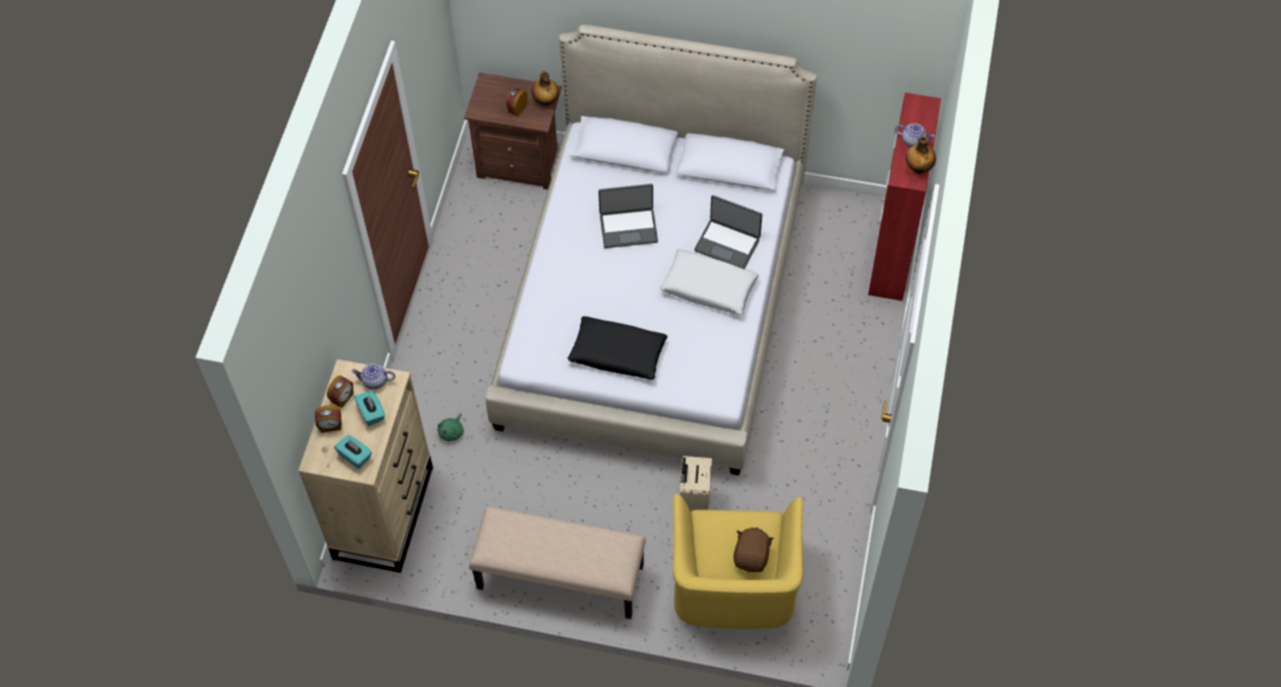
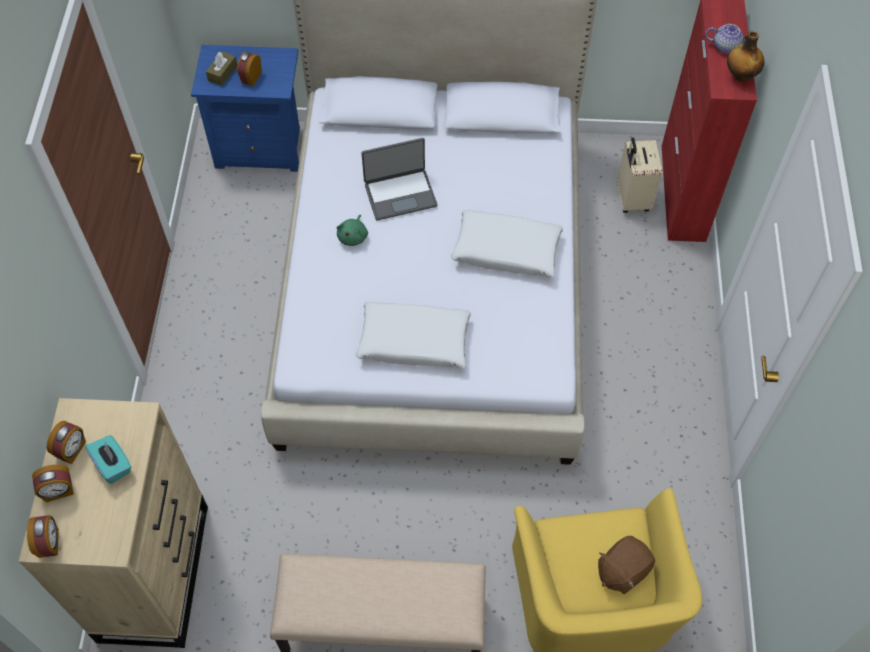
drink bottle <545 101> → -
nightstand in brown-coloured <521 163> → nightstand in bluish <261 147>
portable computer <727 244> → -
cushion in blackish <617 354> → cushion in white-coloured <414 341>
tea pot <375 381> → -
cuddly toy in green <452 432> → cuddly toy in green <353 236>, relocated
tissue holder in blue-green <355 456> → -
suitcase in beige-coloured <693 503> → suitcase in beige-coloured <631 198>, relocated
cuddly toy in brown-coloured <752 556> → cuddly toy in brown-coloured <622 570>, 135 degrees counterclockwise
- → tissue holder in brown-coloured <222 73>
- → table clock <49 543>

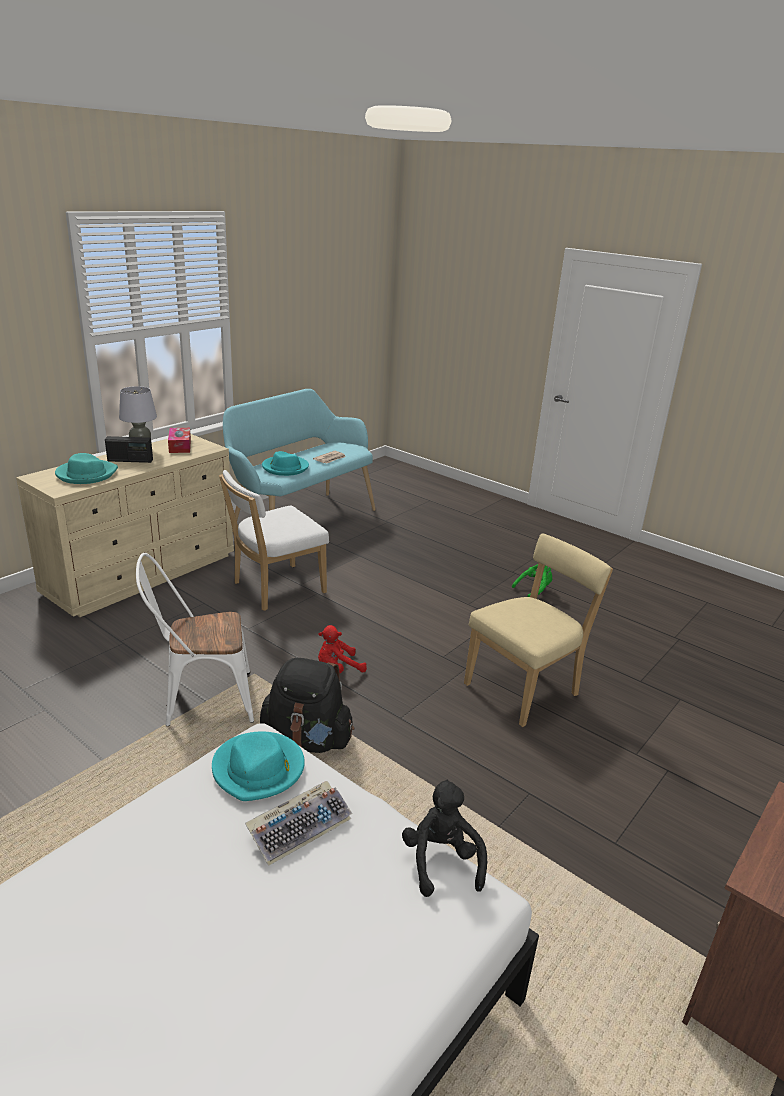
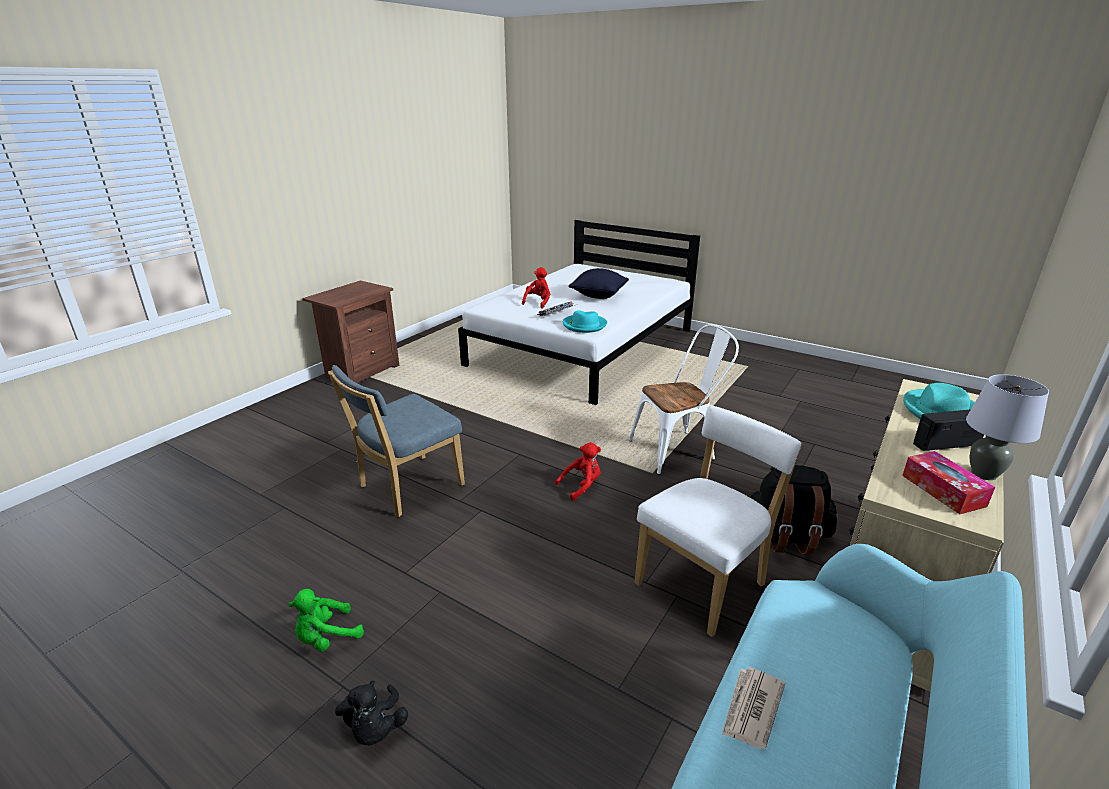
wearable hat in blue-green <285 468> → -
chair in beige-coloured <525 688> → chair in bluish <407 487>
rucksack in blackish <307 740> → rucksack in blackish <786 537>, relocated
cuddly toy in blackish <441 861> → cuddly toy in blackish <374 729>, relocated
- → cuddly toy in red-coloured <538 302>
- → cushion in blackish <598 296>

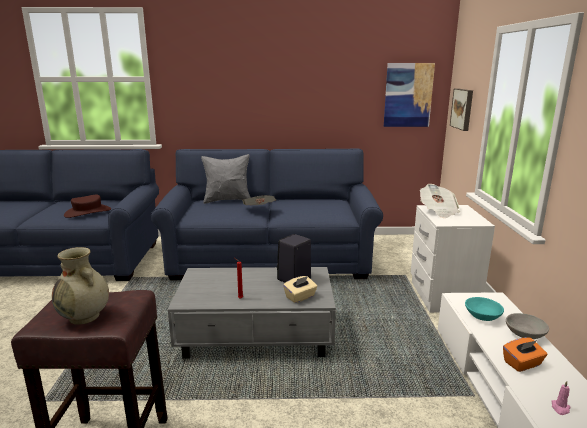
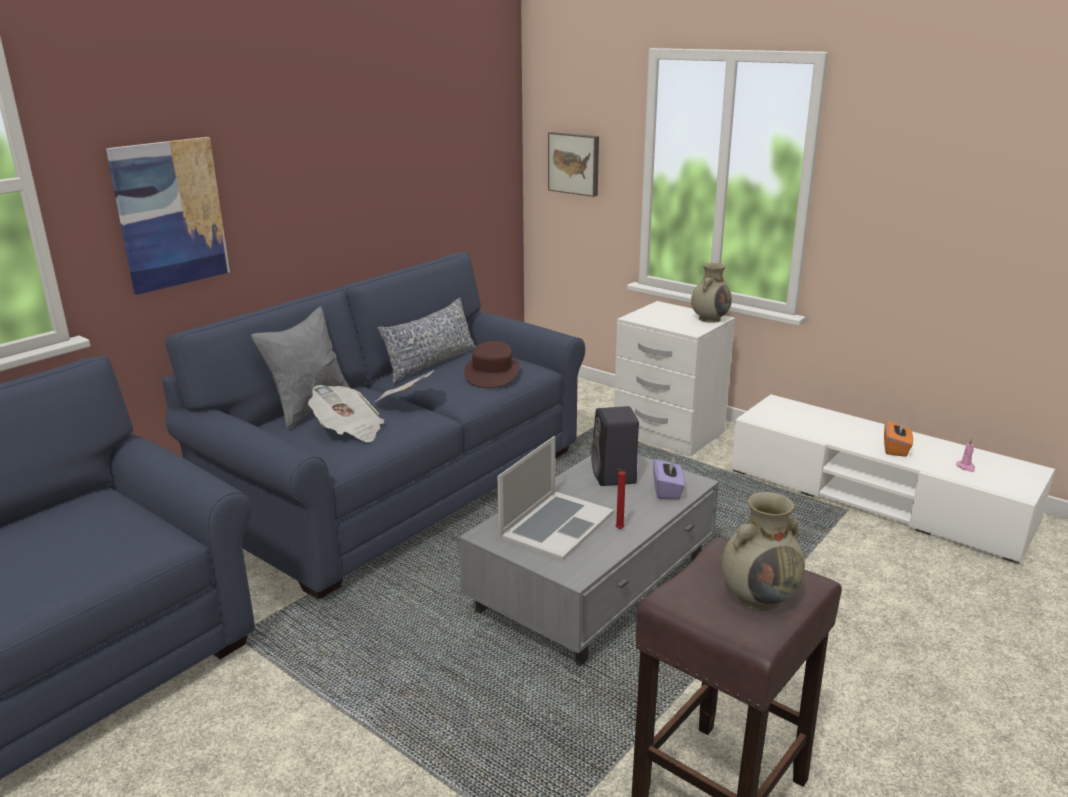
wall art <408 95> → wall art <170 214>, relocated
printed paper <438 211> → printed paper <349 430>, relocated
wearable hat in brown-coloured <88 212> → wearable hat in brown-coloured <492 373>, relocated
tissue holder in beige-coloured <300 297> → tissue holder in purple-coloured <667 490>
bowl in blue-green <482 317> → -
bowl in greyish <524 334> → -
- → decorative vase in beige-coloured <710 318>
- → cushion <430 363>
- → portable computer <556 525>

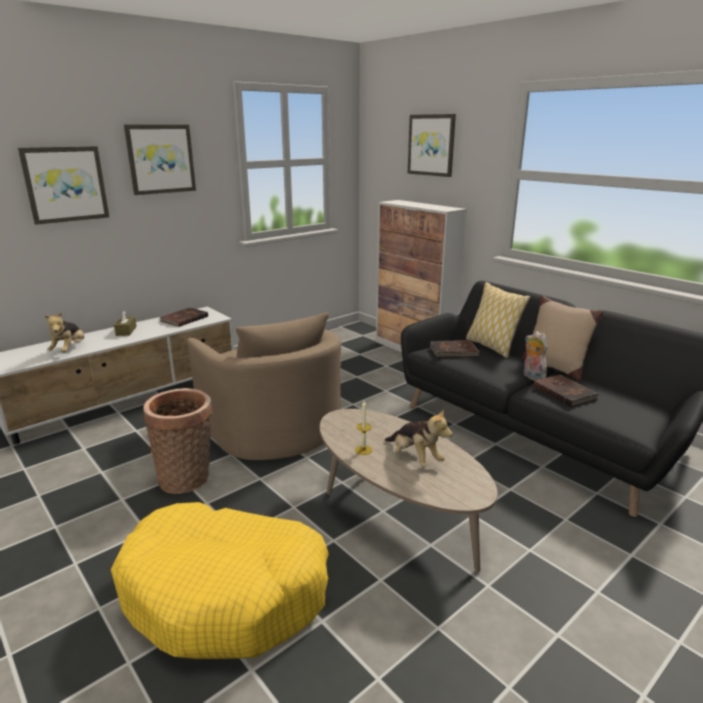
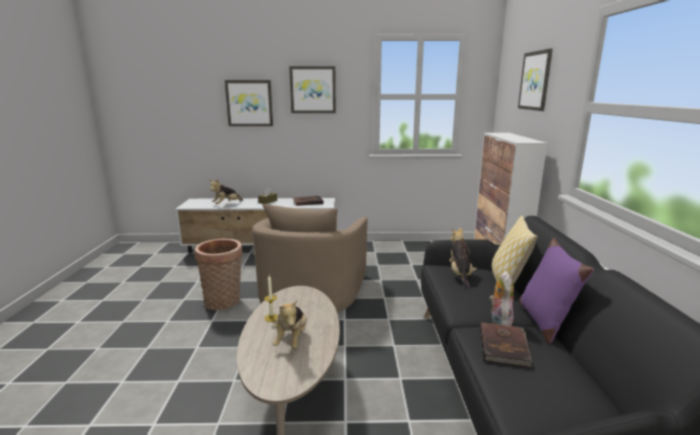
cushion in beige-coloured <554 367> → cushion in purple-coloured <544 321>
book in brown-coloured <454 351> → cuddly toy <460 274>
dog cushion in yellowish <226 593> → -

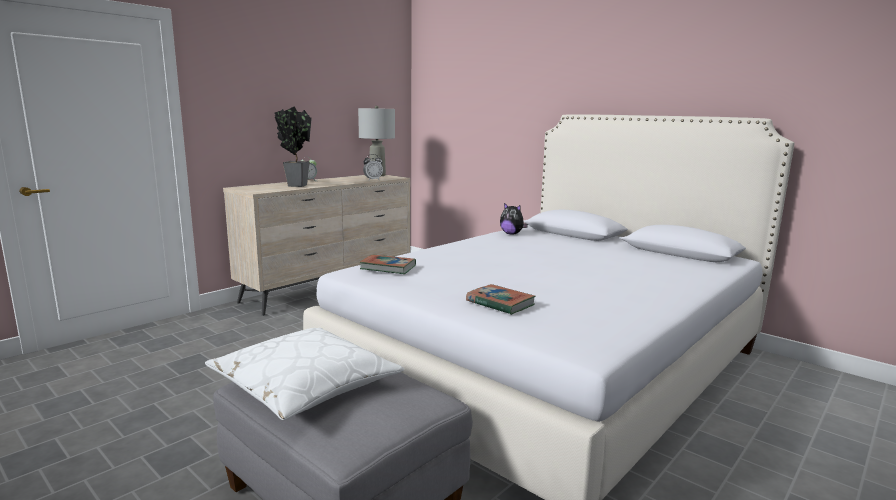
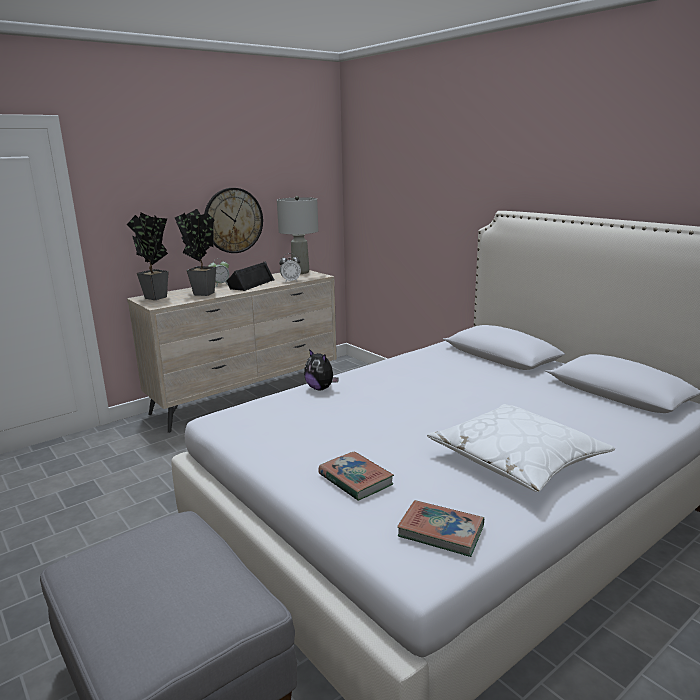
cuddly toy <512 234> → cuddly toy <321 388>, relocated
book <388 268> → book <441 532>, relocated
cushion in white-coloured <305 386> → cushion in white-coloured <517 459>, relocated
- → wall clock <233 220>
- → plant in a pot <156 298>
- → speaker in blackish <250 284>

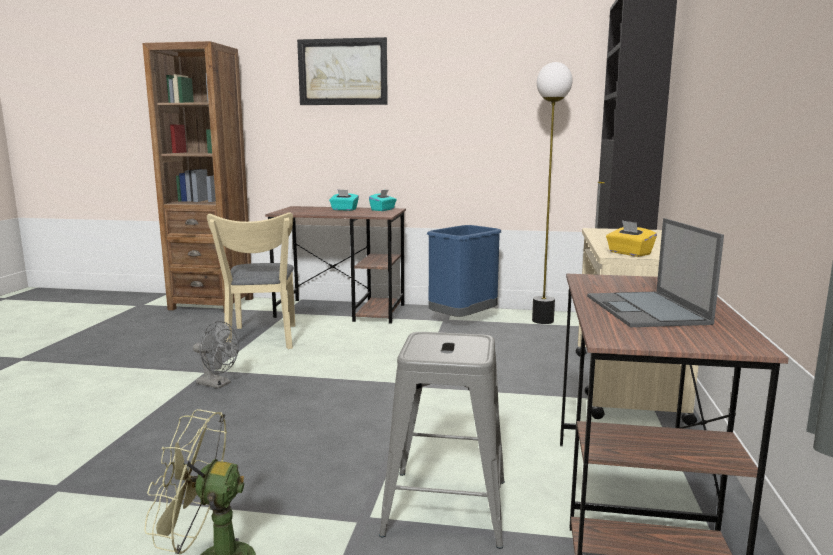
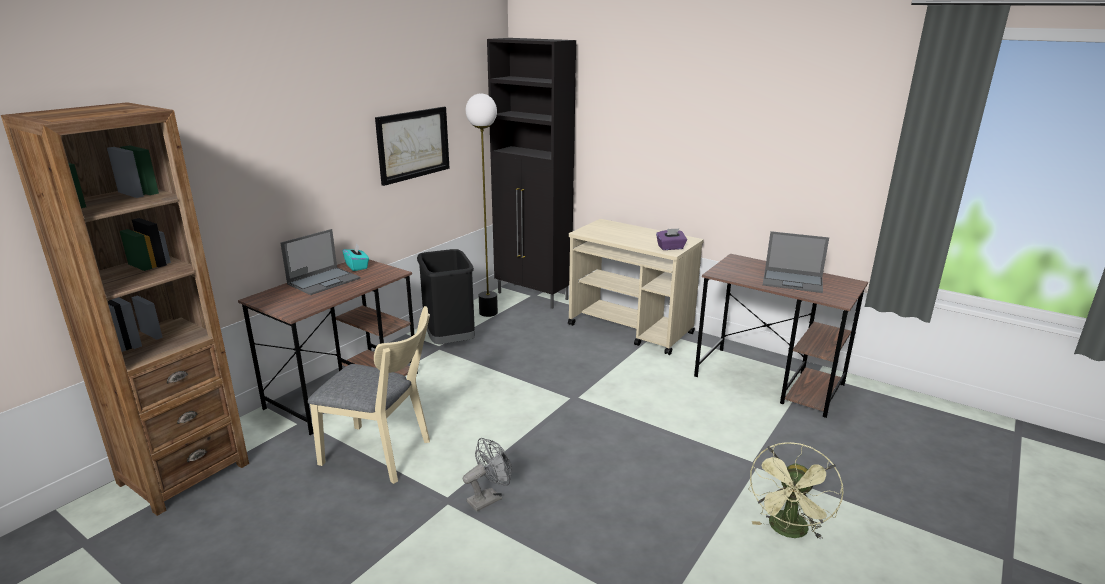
wall art <343 72> → wall art <413 144>, relocated
tissue holder in blue-green <344 209> → portable computer <324 281>
tissue holder in yellowish <629 253> → tissue holder in purple-coloured <670 248>
waste bin in bluish <462 320> → waste bin in blackish <449 341>
stool in greyish <446 507> → -

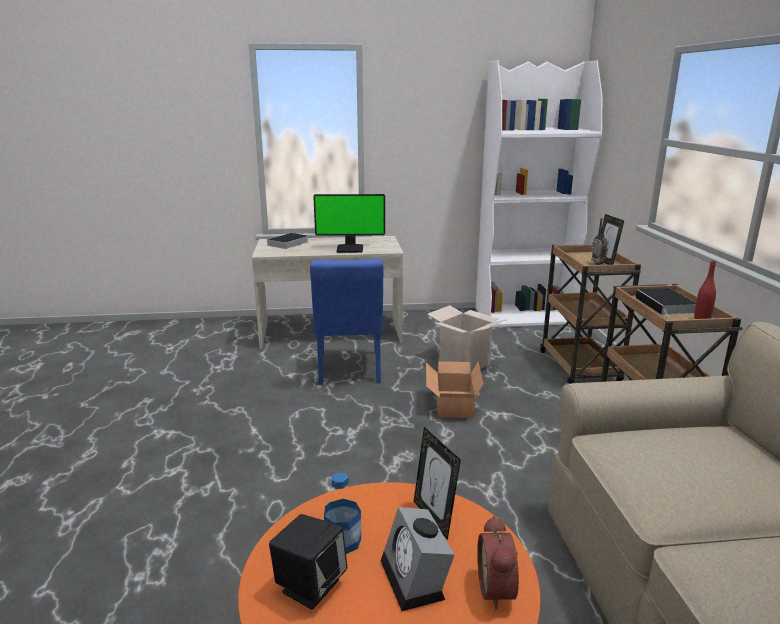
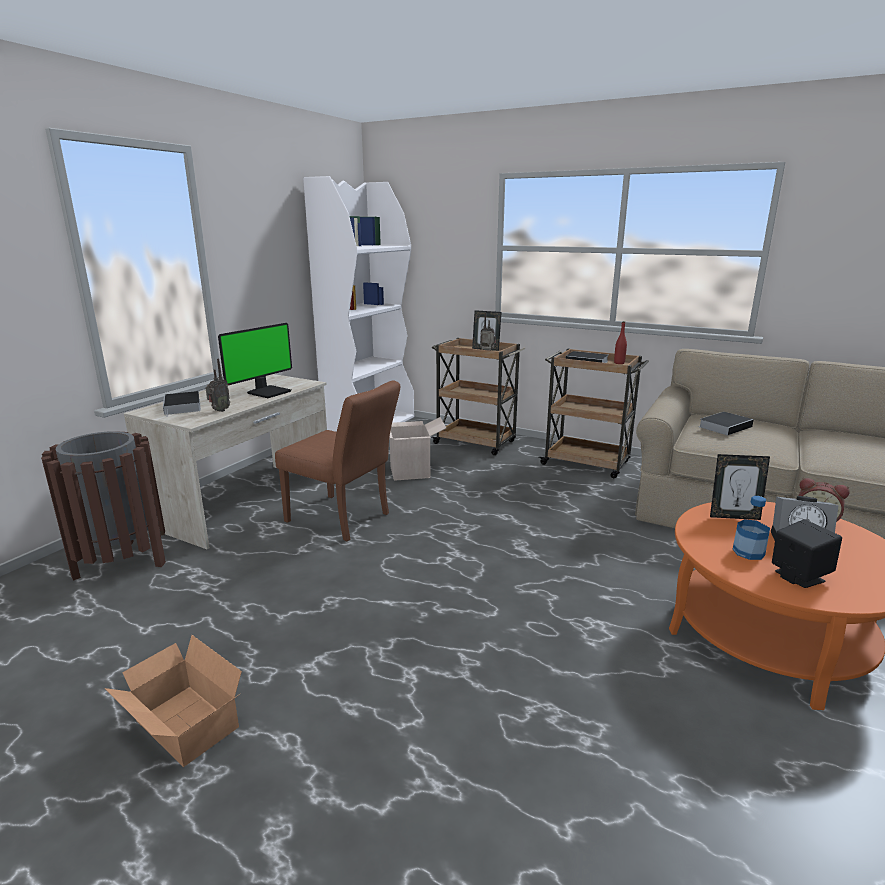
chair in bluish <349 371> → chair in brown-coloured <344 519>
carton <452 404> → carton <184 727>, relocated
- → radio <219 411>
- → book <725 426>
- → waste bin in brown-coloured <122 562>

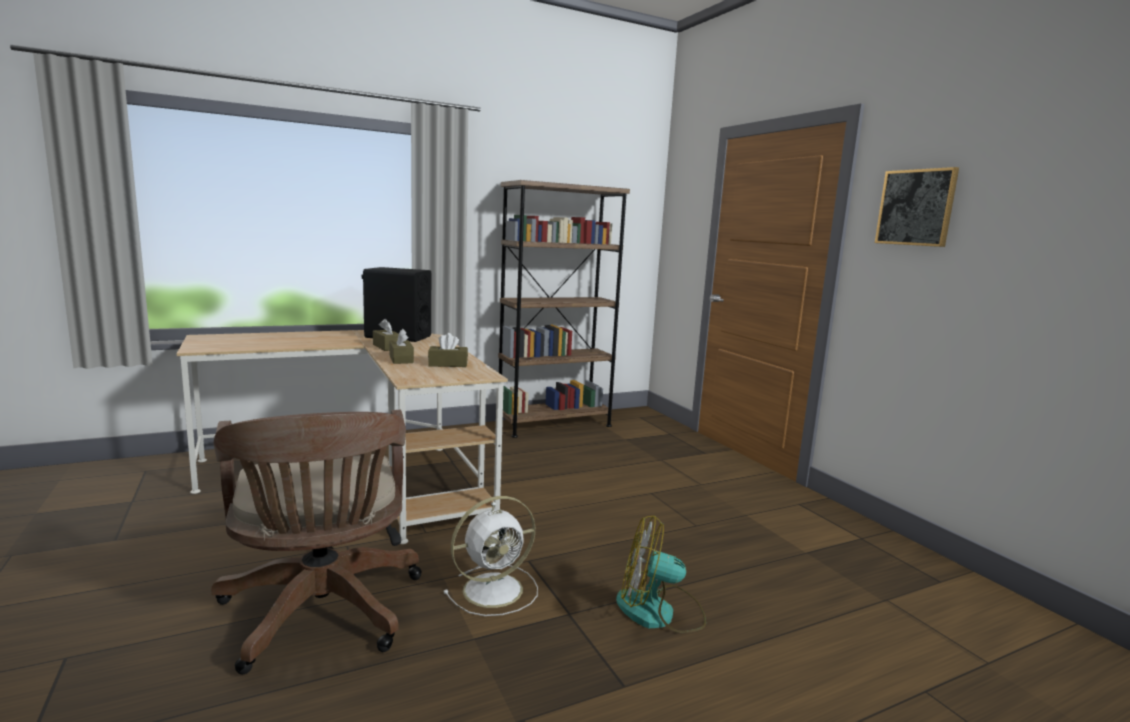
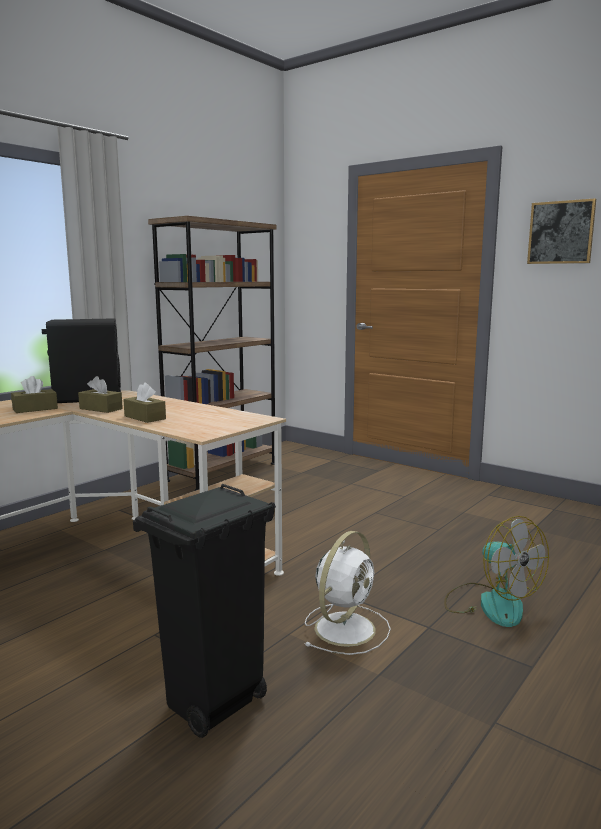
tissue holder in brown-coloured <448 364> → tissue holder in brown-coloured <35 409>, relocated
desk chair in brown-coloured <322 614> → waste bin in blackish <213 706>
cooling fan <659 612> → cooling fan <490 603>, 105 degrees counterclockwise

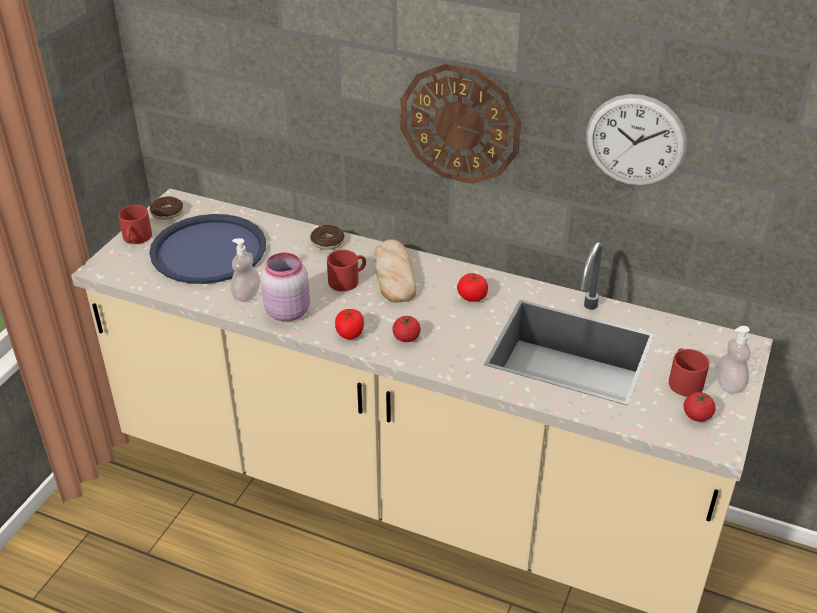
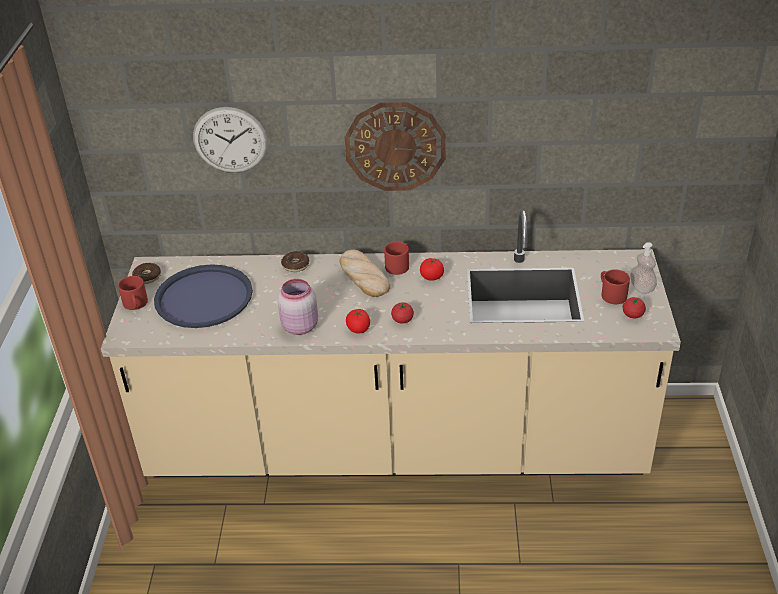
wall clock <635 141> → wall clock <230 140>, relocated
liquid soap bottle <246 295> → -
coffee mug in red-coloured <347 280> → coffee mug in red-coloured <399 265>, relocated

